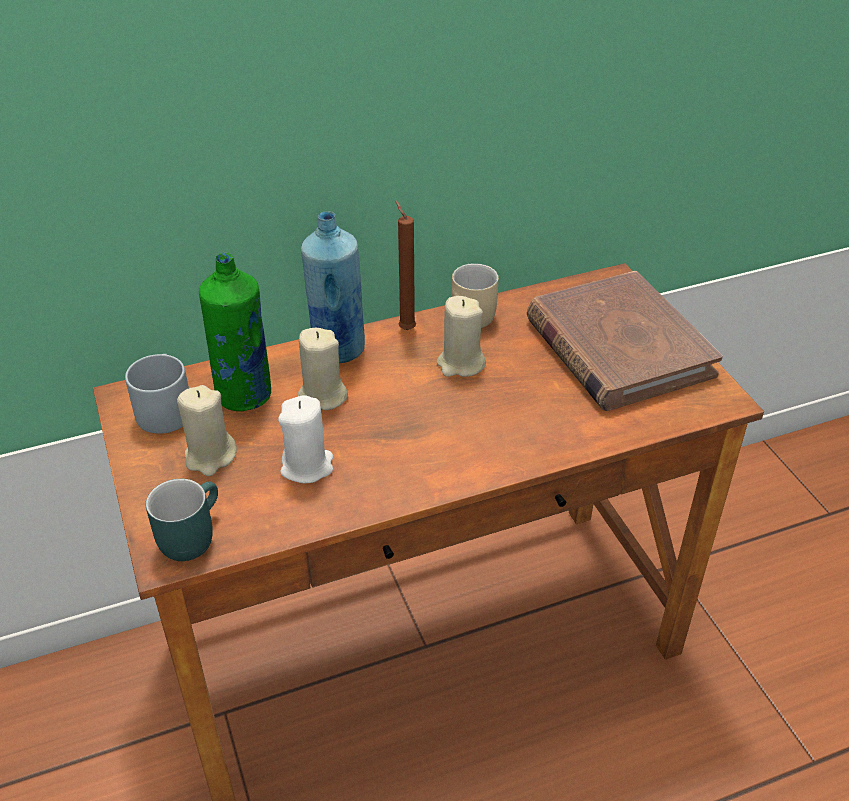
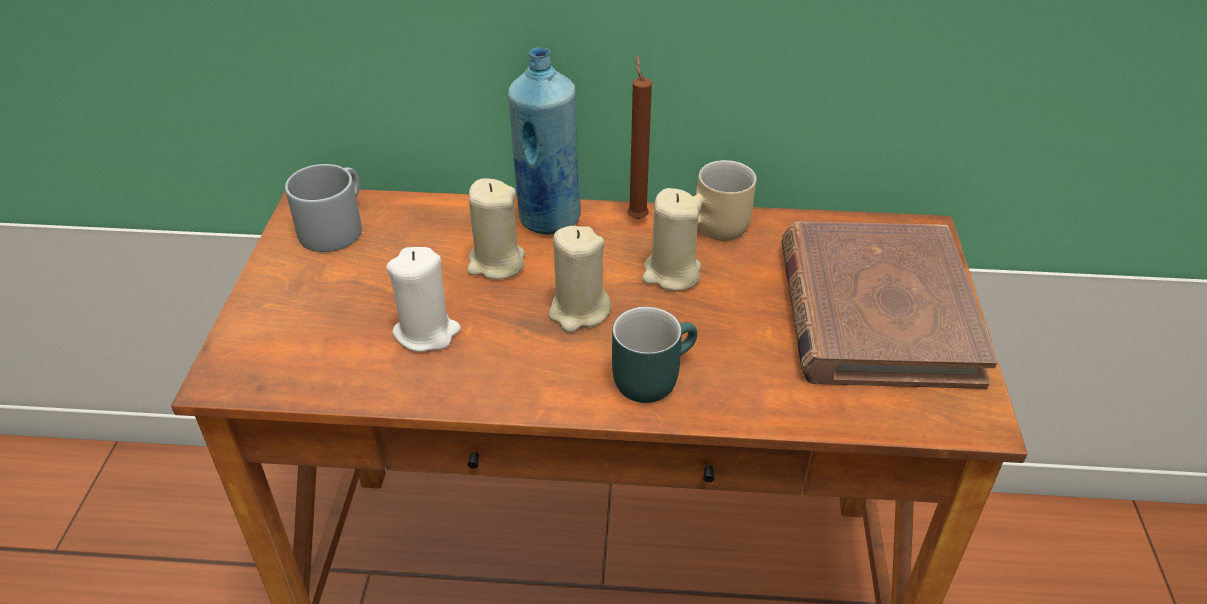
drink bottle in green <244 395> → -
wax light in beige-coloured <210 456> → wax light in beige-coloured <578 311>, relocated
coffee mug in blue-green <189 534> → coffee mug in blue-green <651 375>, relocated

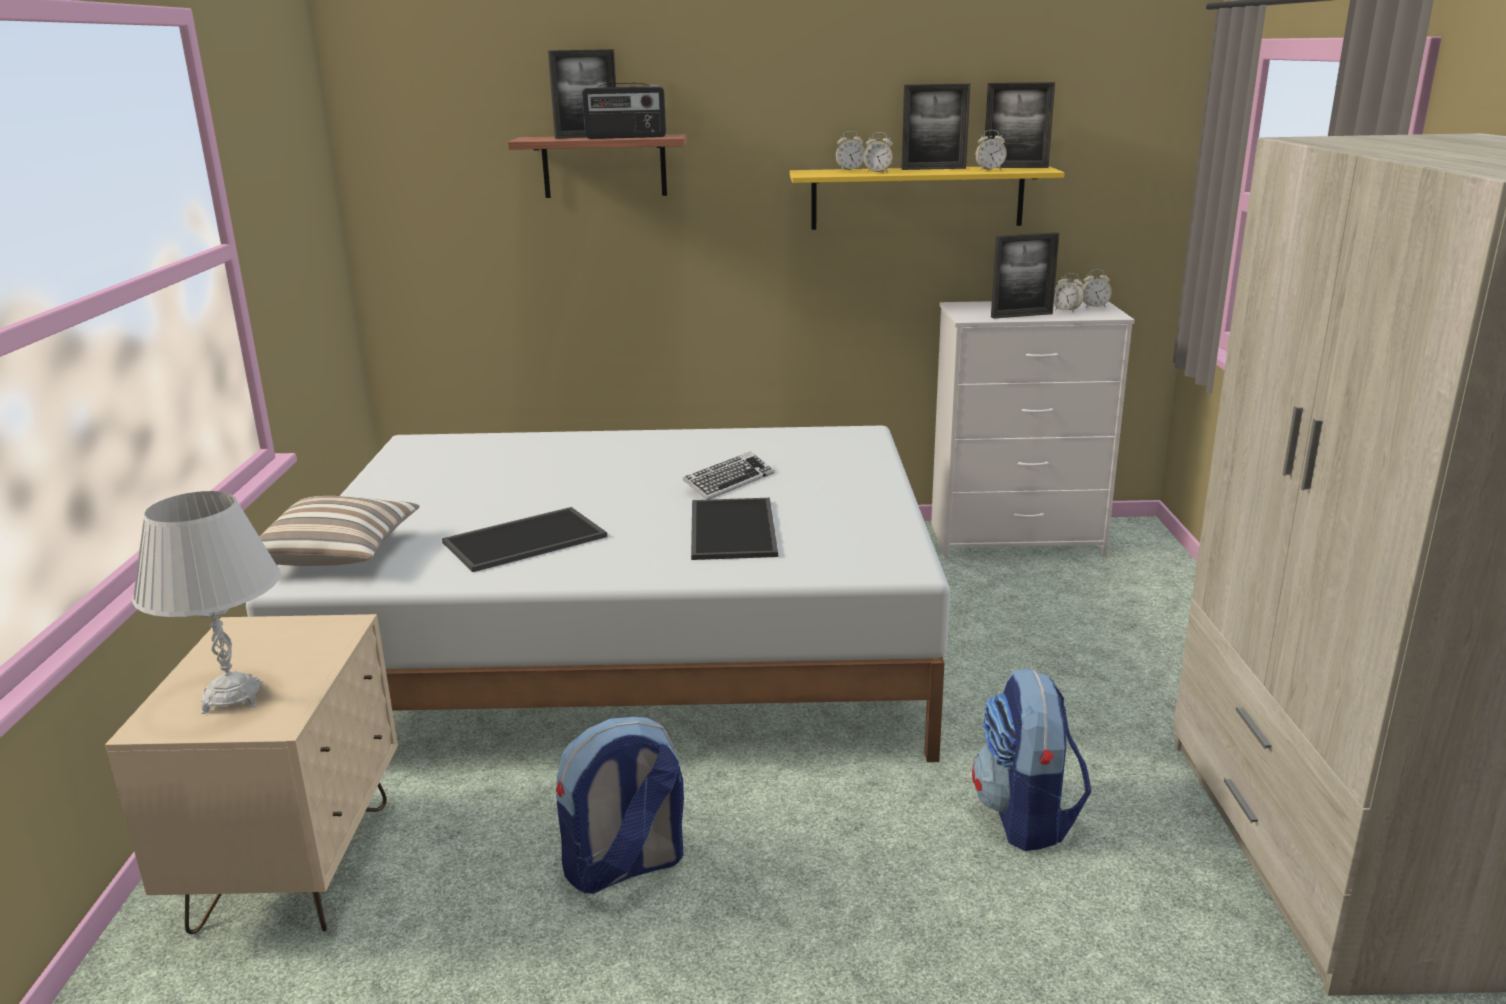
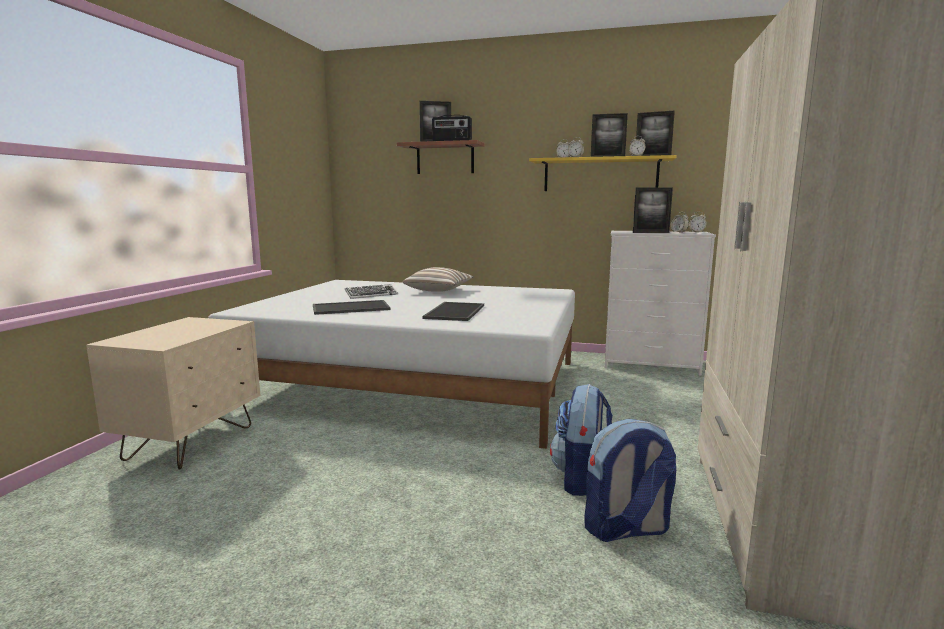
computer keyboard <729 482> → computer keyboard <371 295>, relocated
tabletop lamp in white-coloured <233 697> → -
cushion <338 555> → cushion <439 291>, relocated
rucksack <624 867> → rucksack <626 529>, relocated

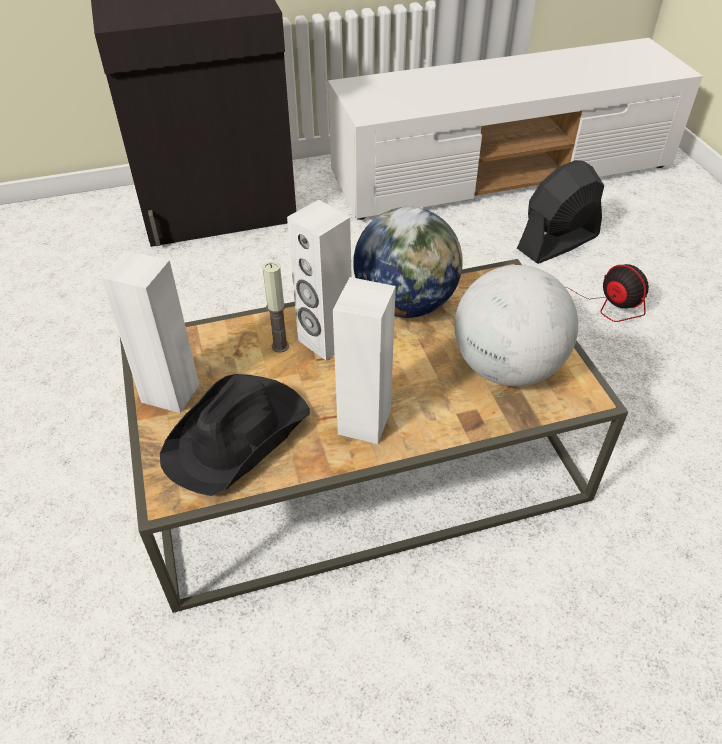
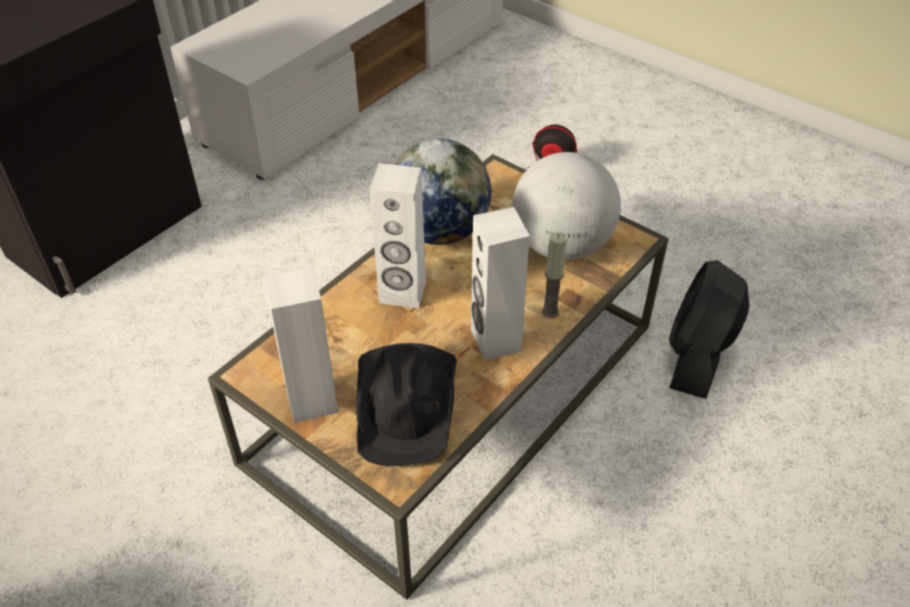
cooling fan in blackish <557 243> → cooling fan in blackish <698 355>, relocated
wax light <280 346> → wax light <550 312>, relocated

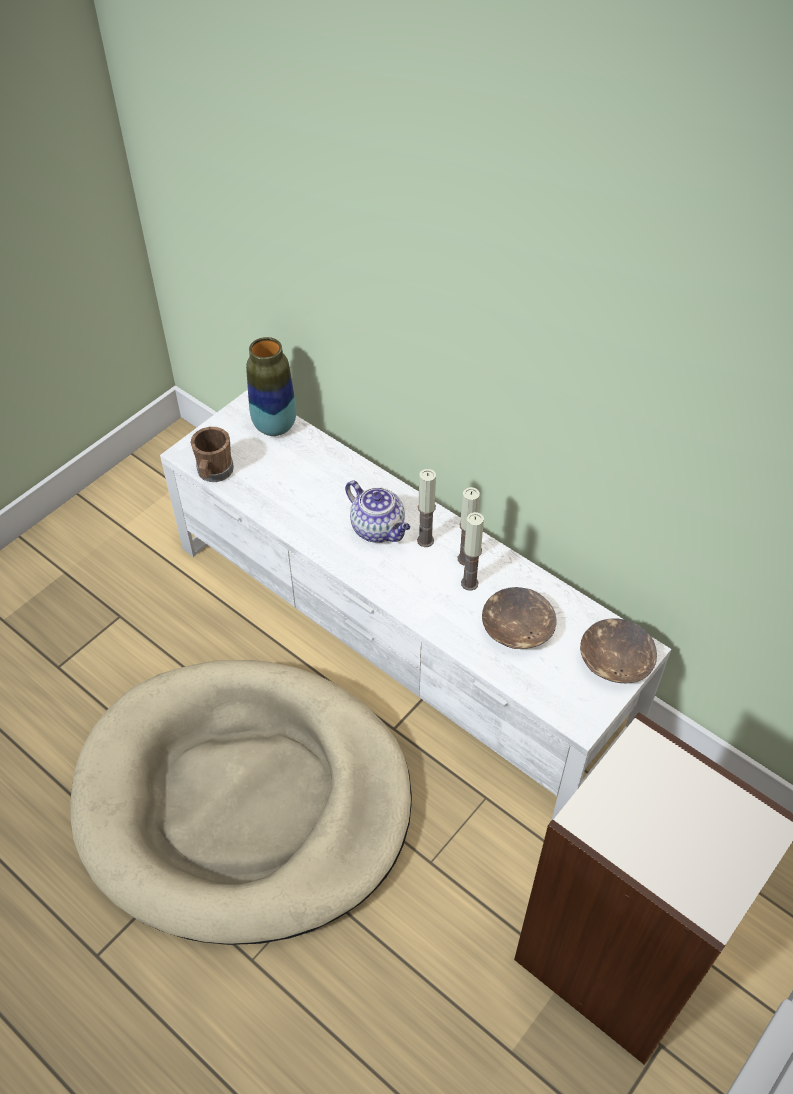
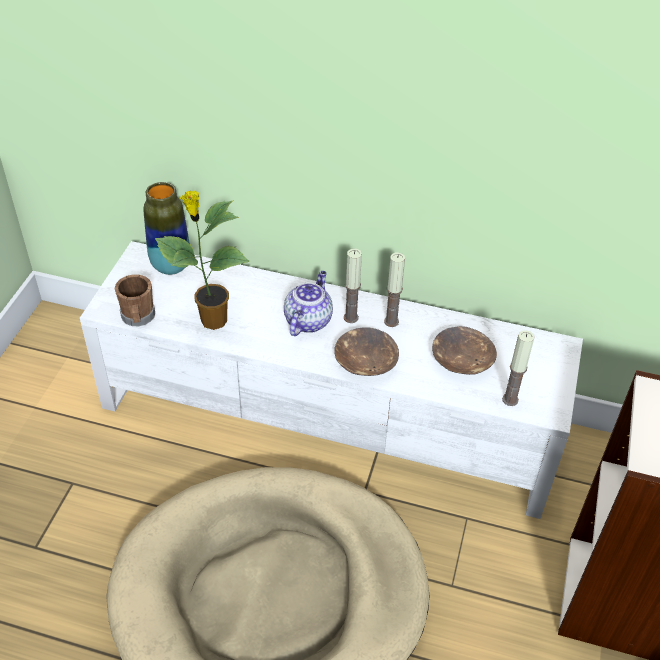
tea pot <379 529> → tea pot <308 320>, 90 degrees counterclockwise
wax light <469 583> → wax light <510 399>, relocated
bowl in brown-coloured <614 660> → bowl in brown-coloured <365 362>, relocated
- → plant in a pot <212 320>

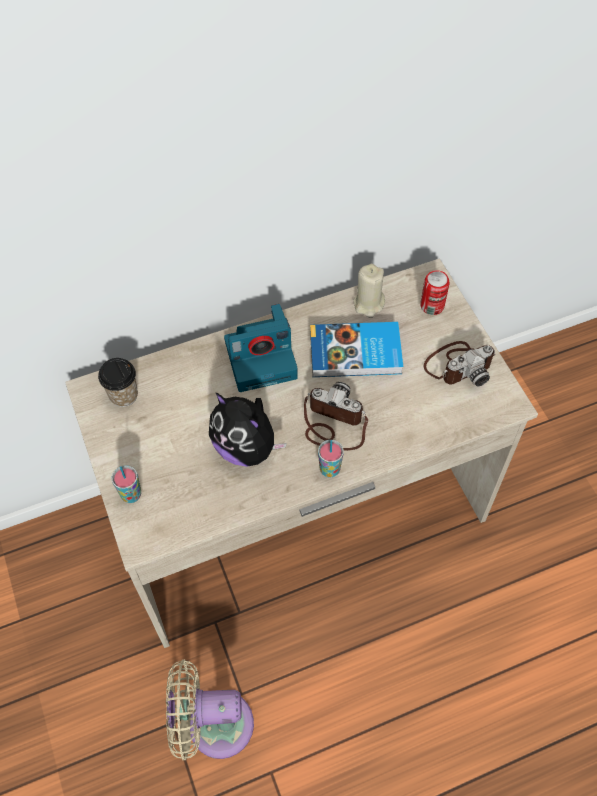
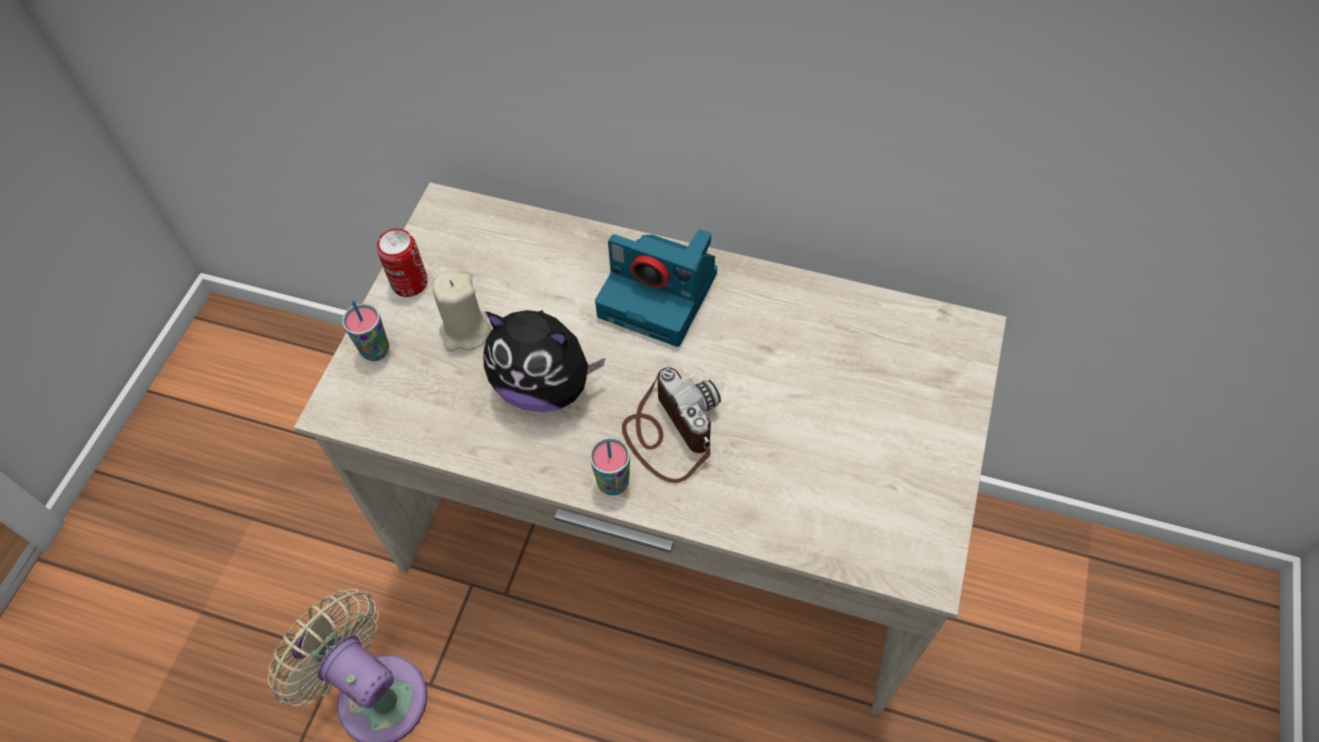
wax light in beige-coloured <368 304> → wax light in beige-coloured <465 332>, relocated
sealed can <432 306> → sealed can <409 283>, relocated
book <356 354> → -
photo camera <458 365> → -
drinking cup <123 395> → -
cuddly toy <246 447> → cuddly toy <544 386>, 60 degrees counterclockwise

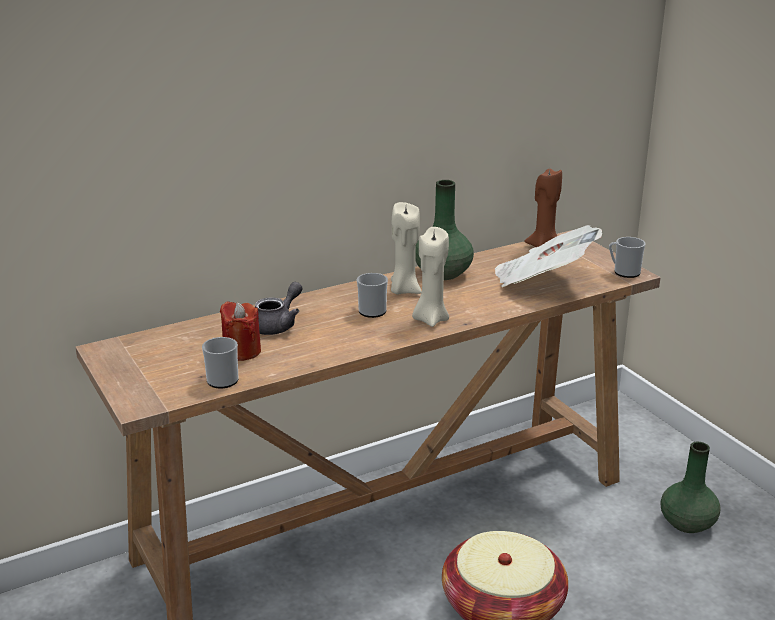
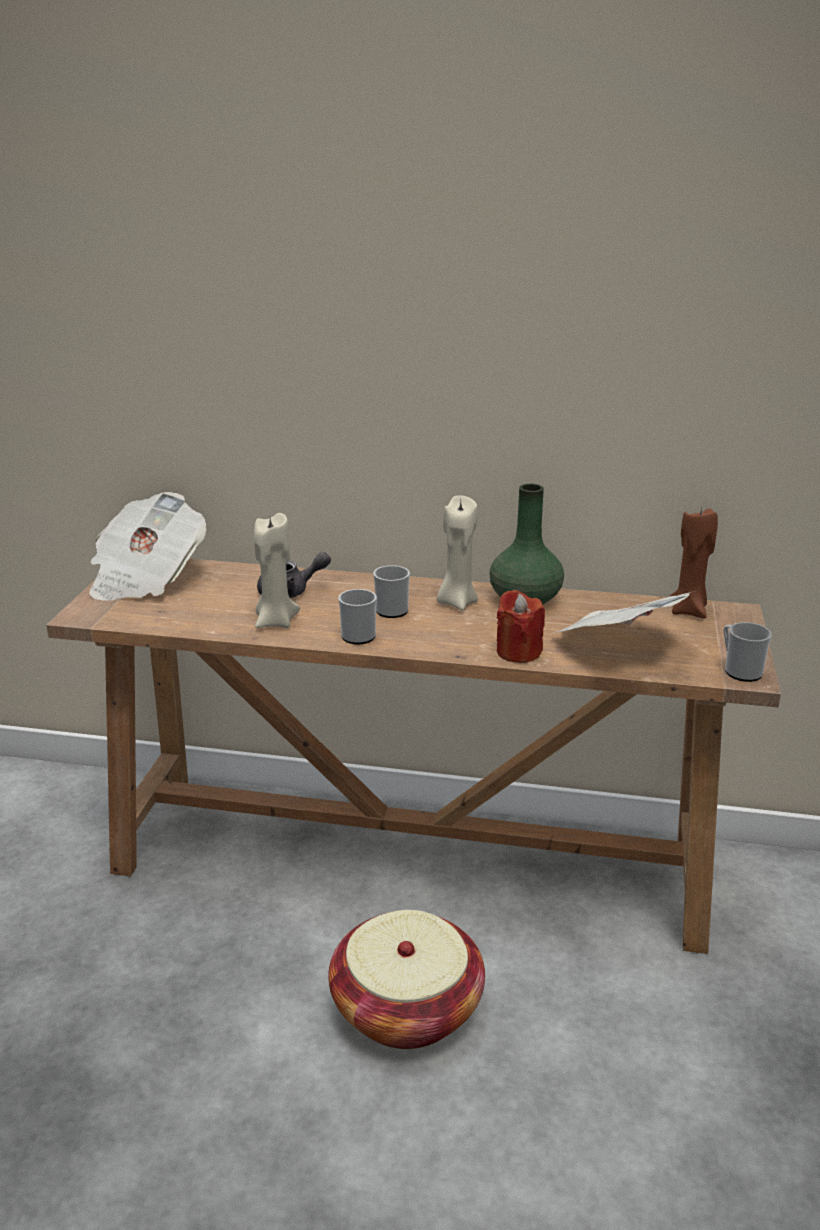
wax light in beige-coloured <430 319> → wax light in beige-coloured <275 621>, relocated
wax light in red-coloured <242 351> → wax light in red-coloured <518 652>, relocated
coffee mug <221 378> → coffee mug <359 634>, relocated
decorative vase in green <688 523> → -
- → printed paper <146 578>

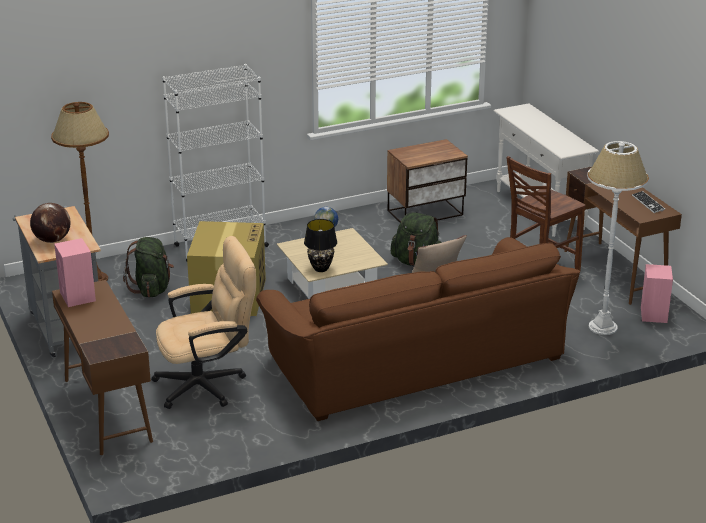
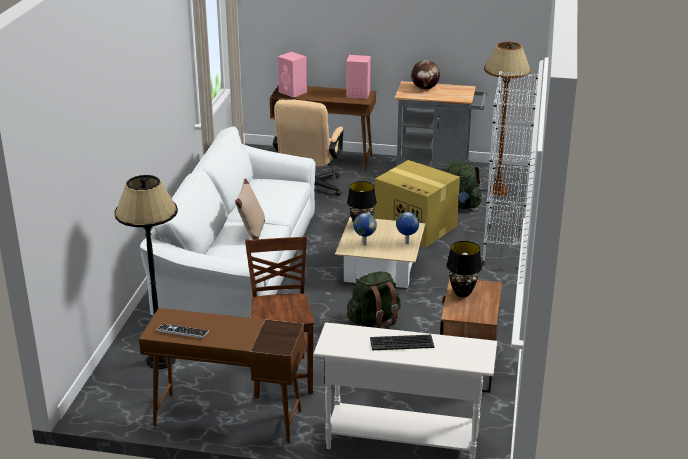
standard lamp in white-coloured <602 327> → standard lamp in blackish <160 360>
couch in brown-coloured <415 358> → couch in white-coloured <239 263>
speaker in pinkish <653 314> → speaker in pinkish <293 92>, relocated
- → globe <364 244>
- → tabletop lamp in blackish <462 293>
- → computer keyboard <401 343>

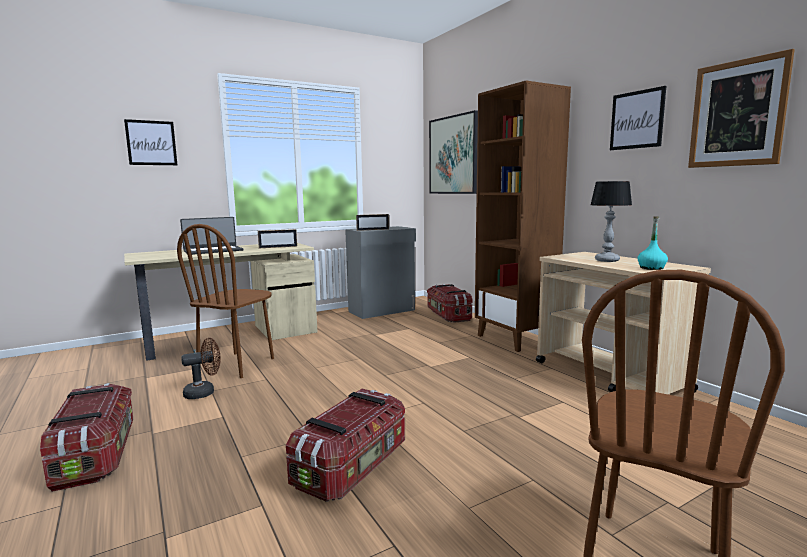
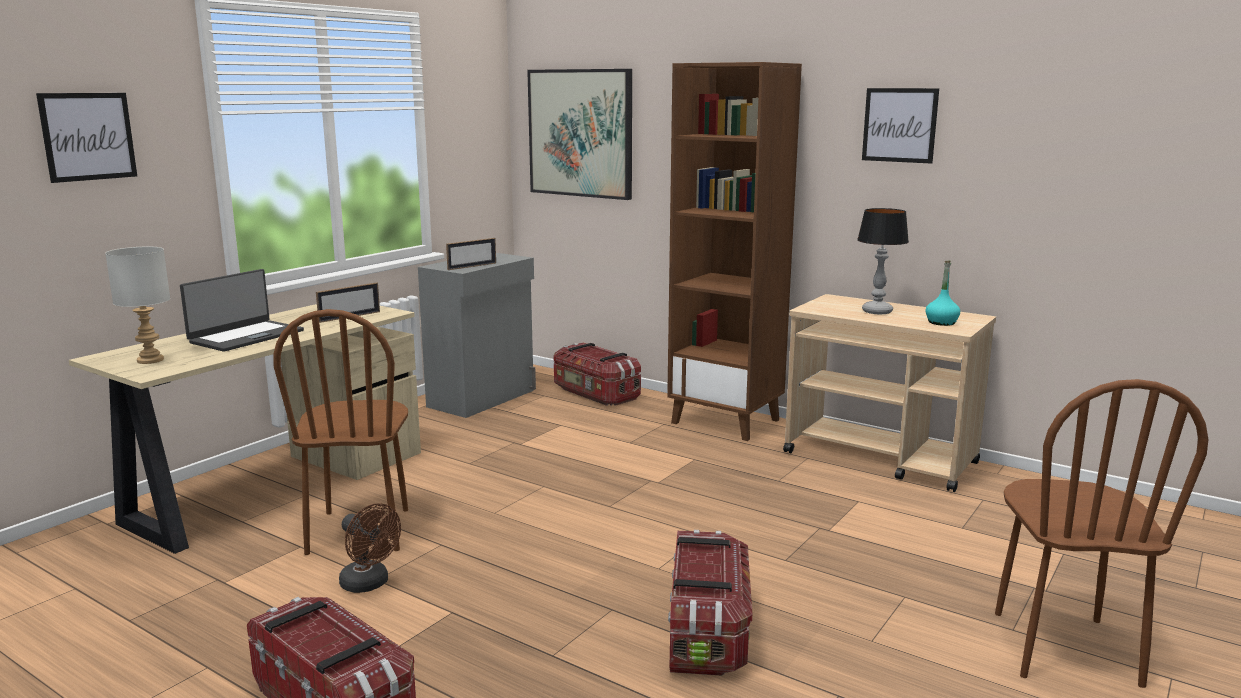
wall art <737 114> → -
cooling fan in brown-coloured <204 392> → cooling fan in brown-coloured <369 584>, 90 degrees clockwise
- → tabletop lamp in greyish <151 360>

